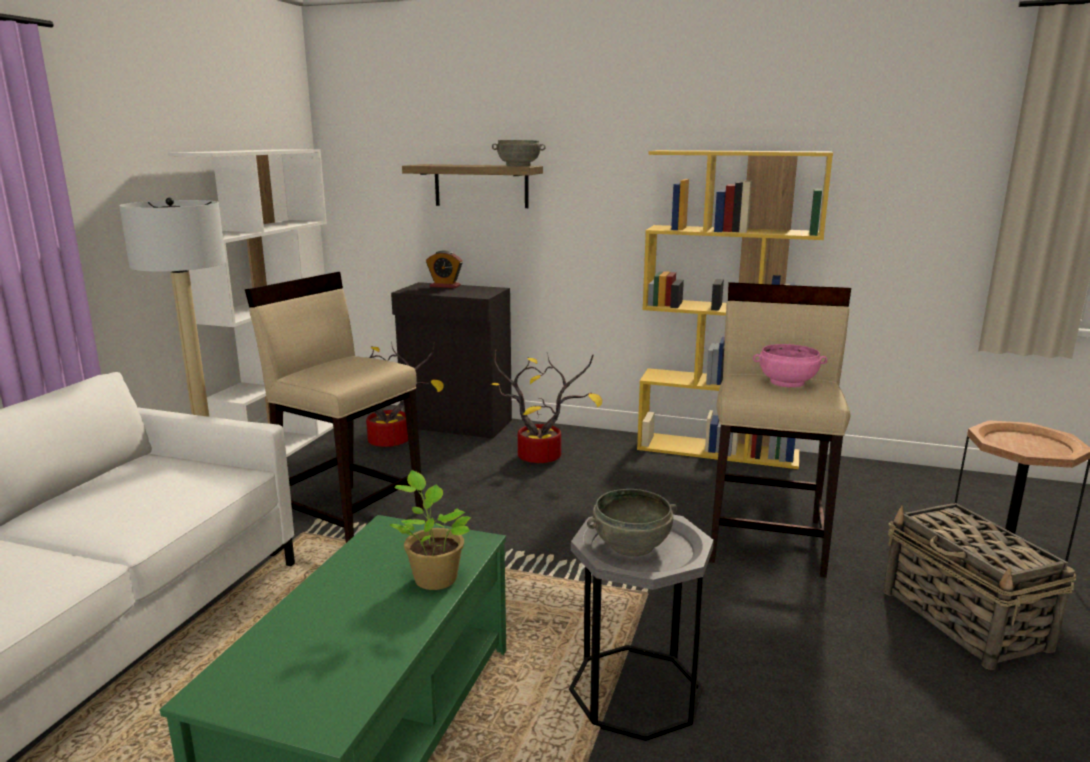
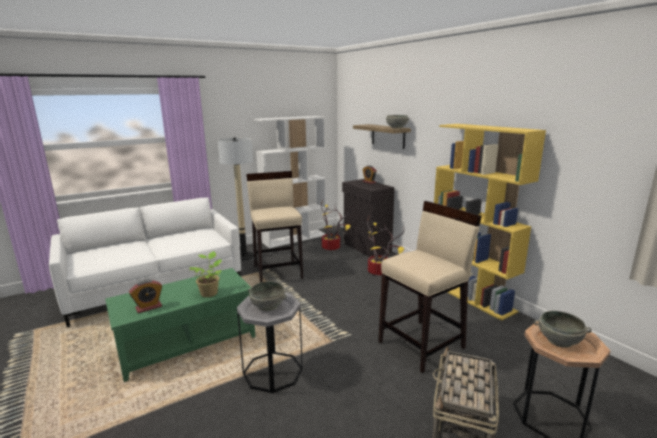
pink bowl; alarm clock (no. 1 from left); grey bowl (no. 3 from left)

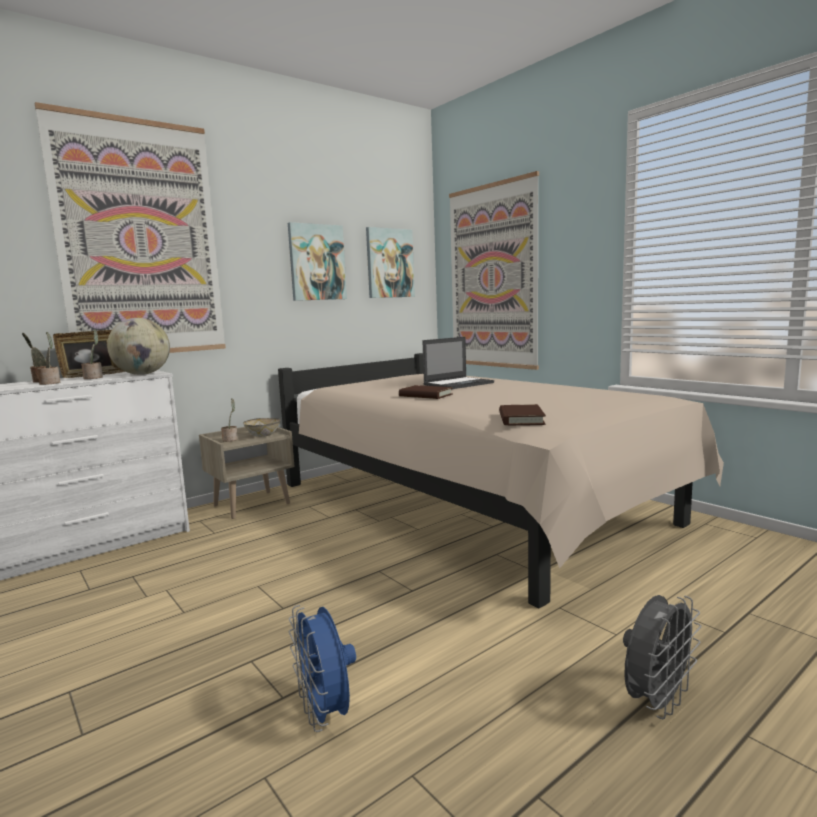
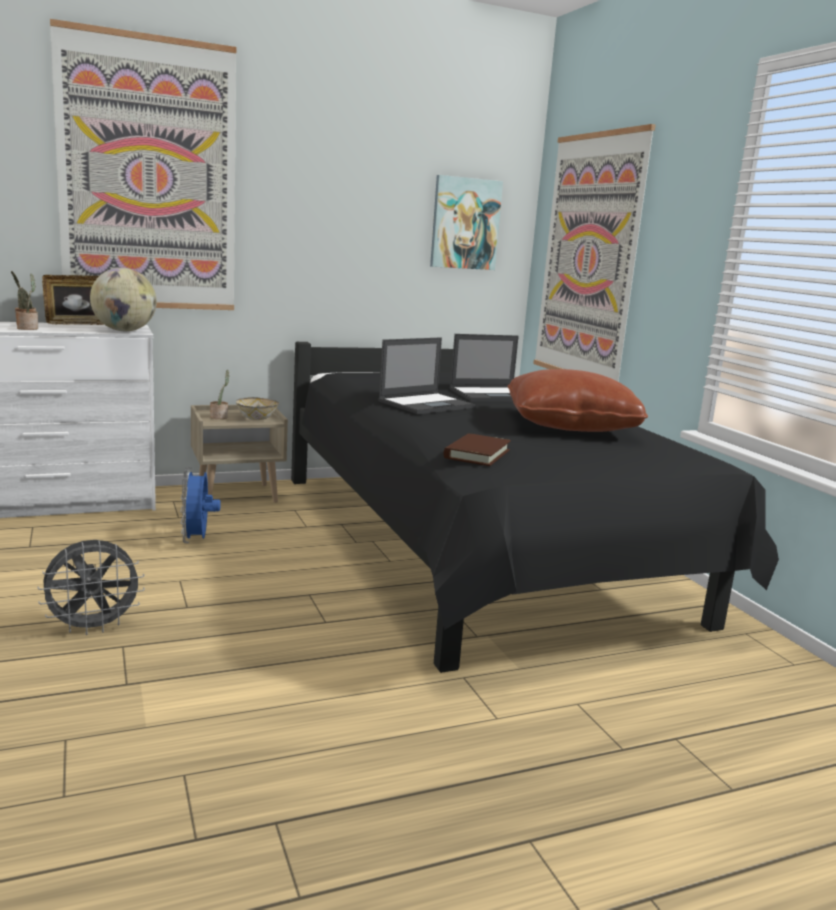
potted plant (no. 3 from left in the first image); picture (no. 2 from left in the first image); brown pillow; blue fan; grey fan; laptop (no. 1 from left); black bed

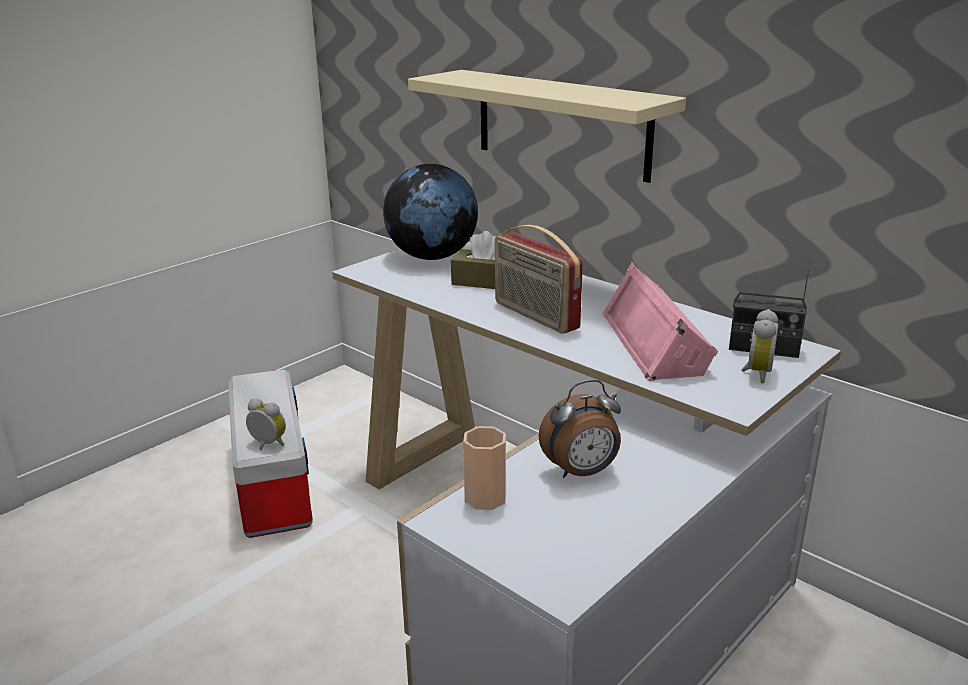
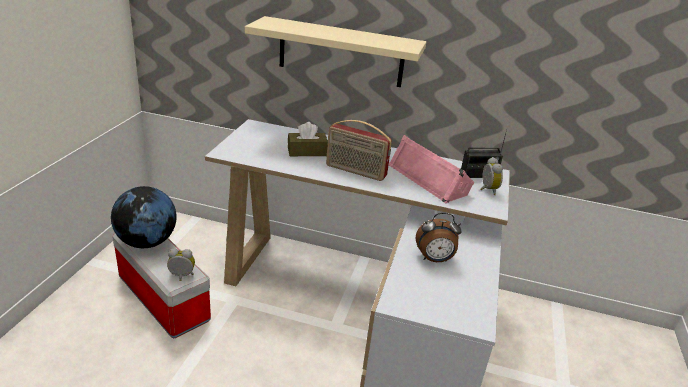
cup; globe; alarm clock (no. 2 from left)

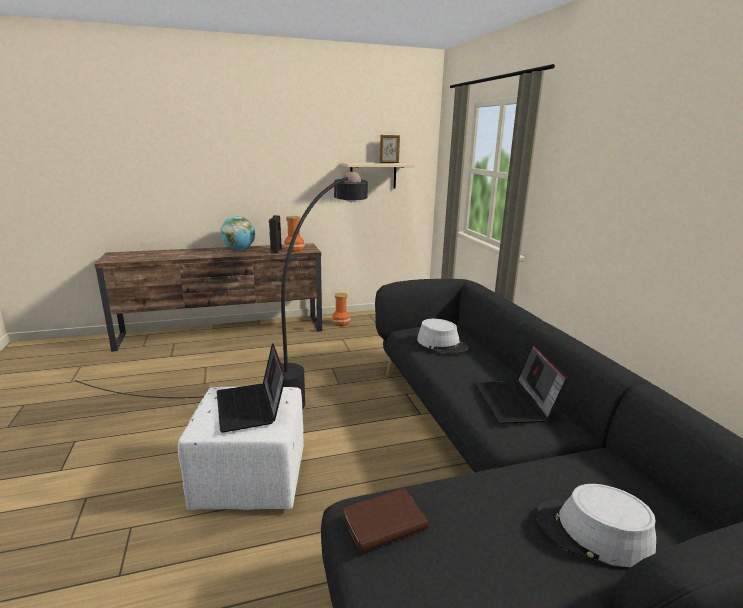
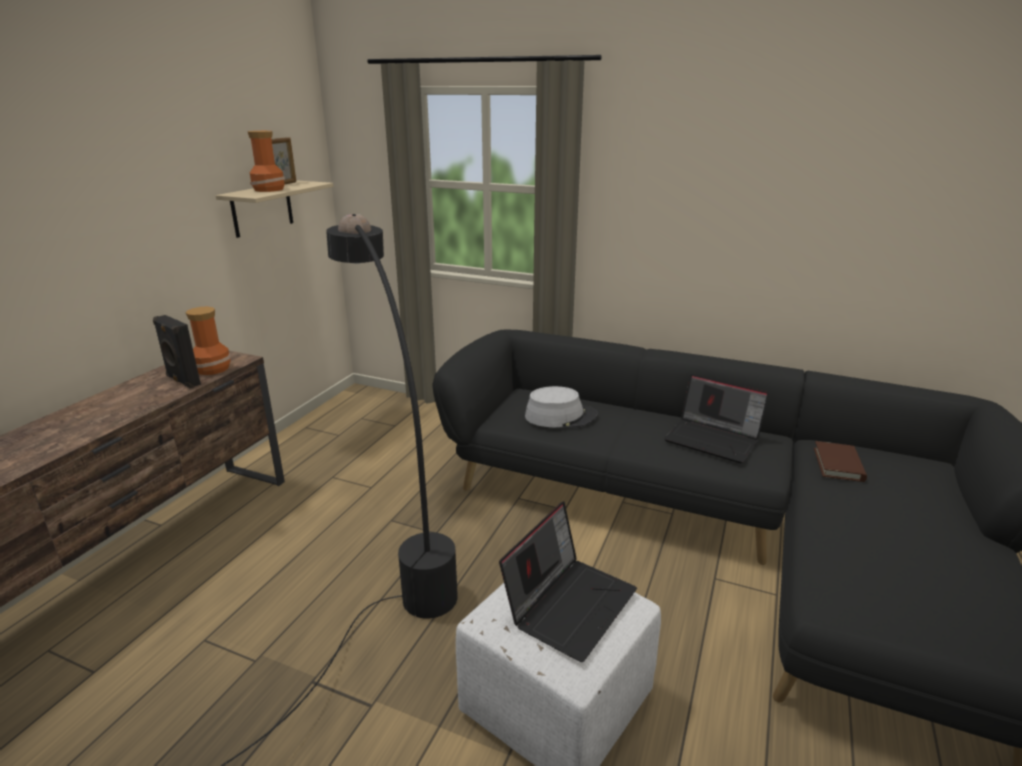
globe; grey hat (no. 2 from left in the first image); vase (no. 2 from left); brown book; laptop (no. 1 from left)

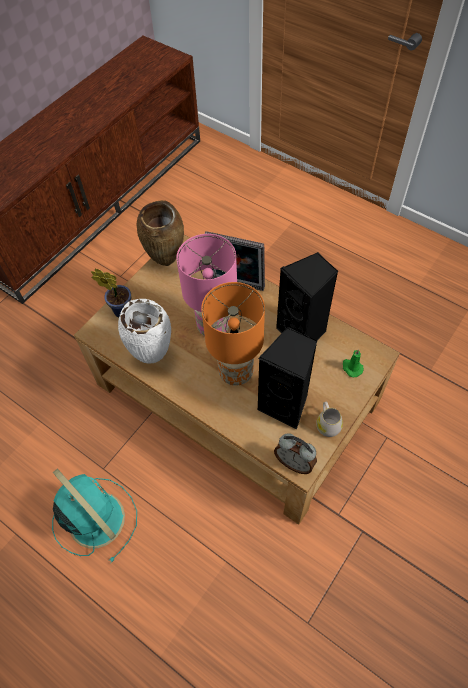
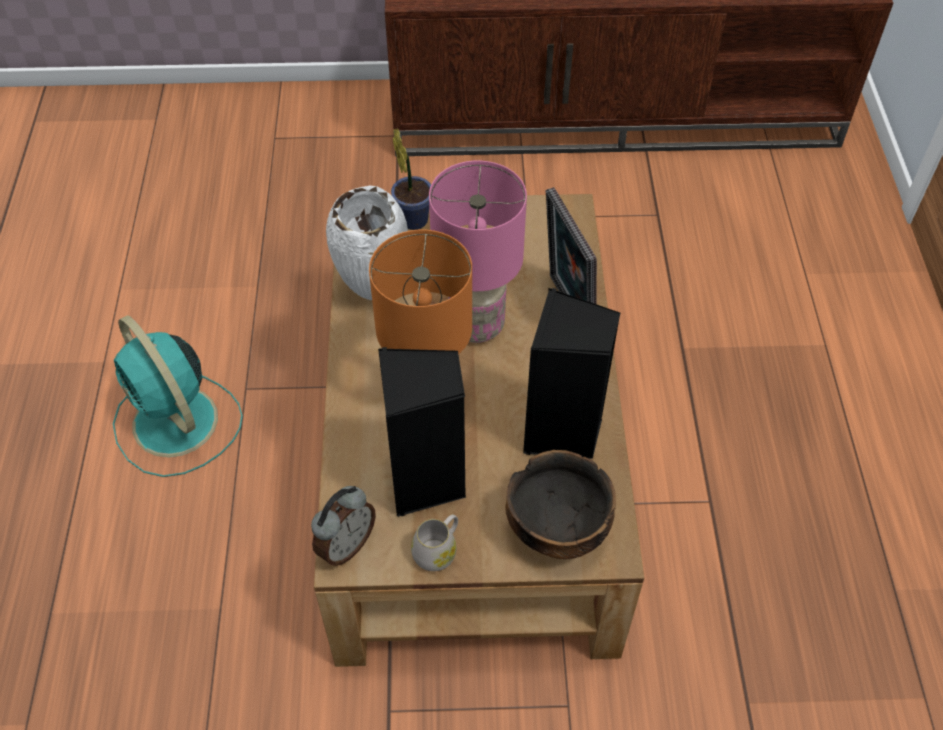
brown vase; bowl; turquoise fan; alarm clock

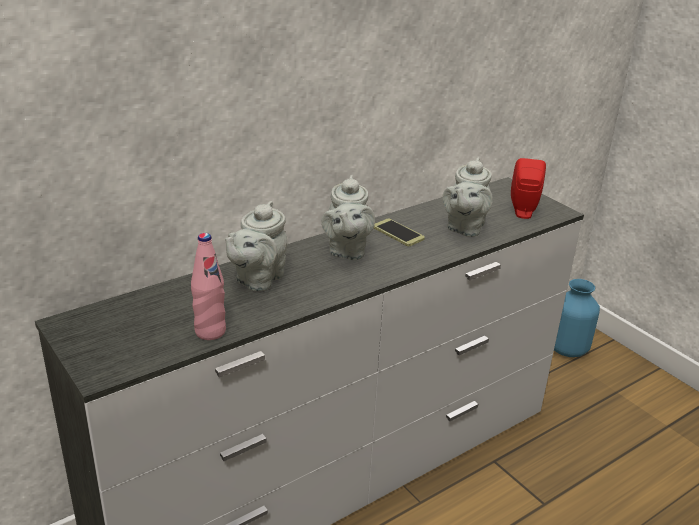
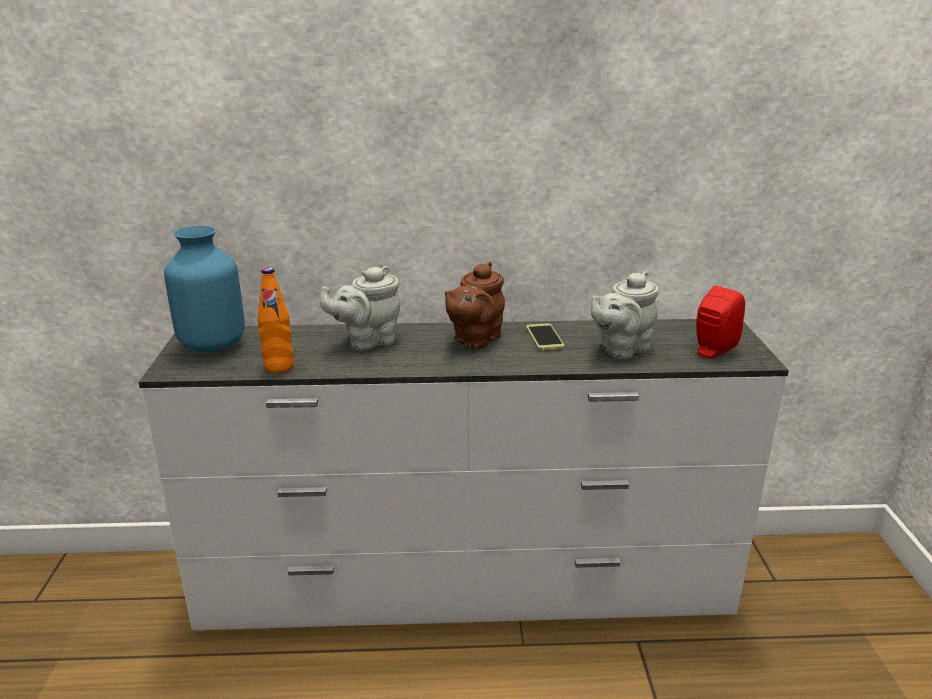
blue vase; orange bottle; brown teapot

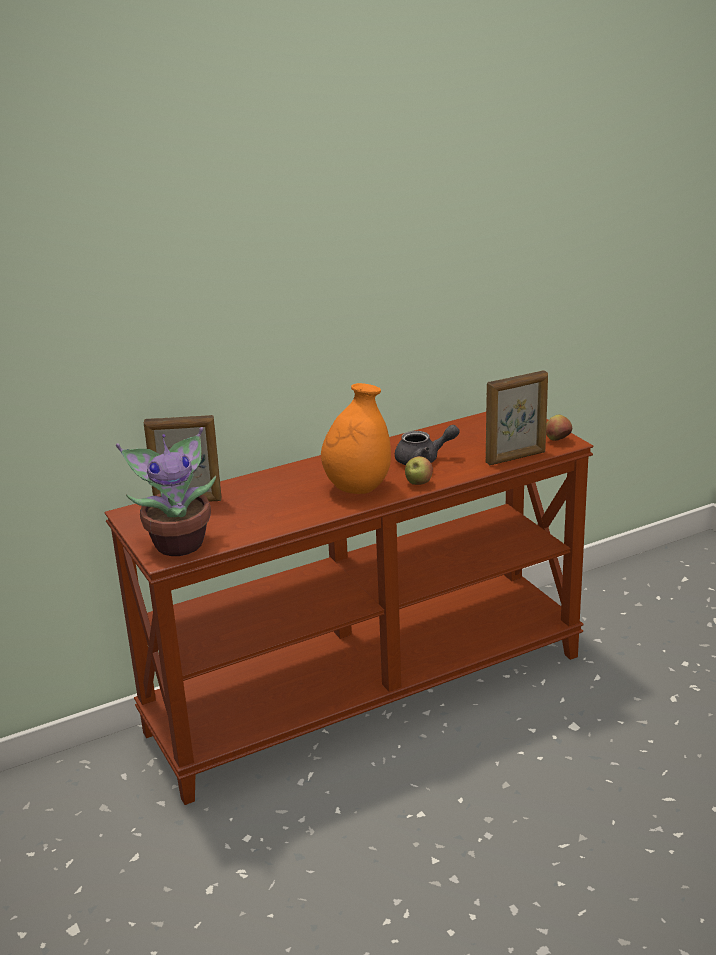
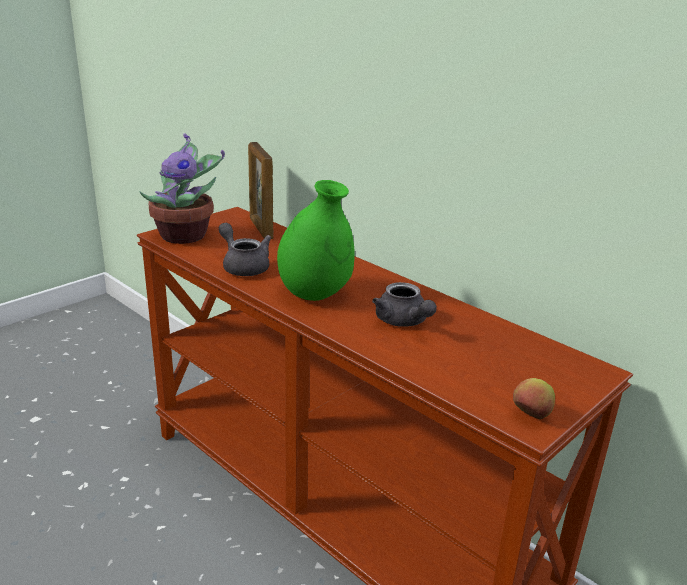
apple (no. 1 from left in the first image); picture frame (no. 2 from left in the first image); grey teapot (no. 1 from left); green vase

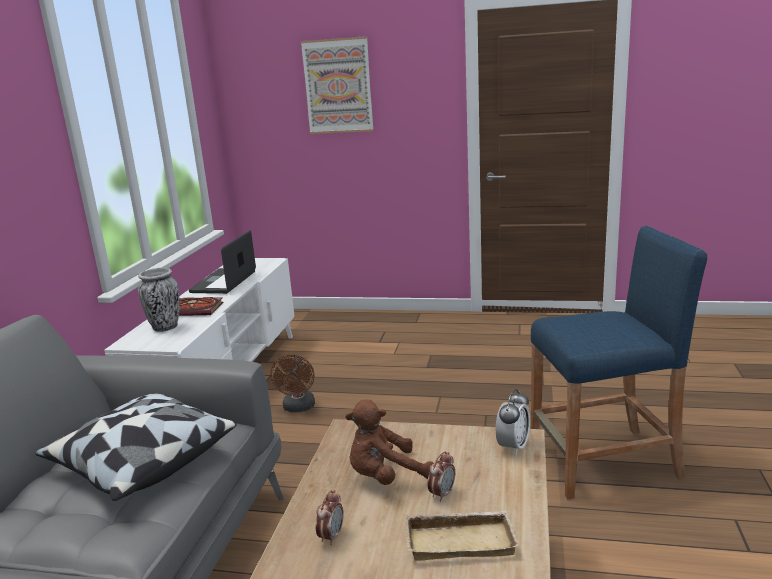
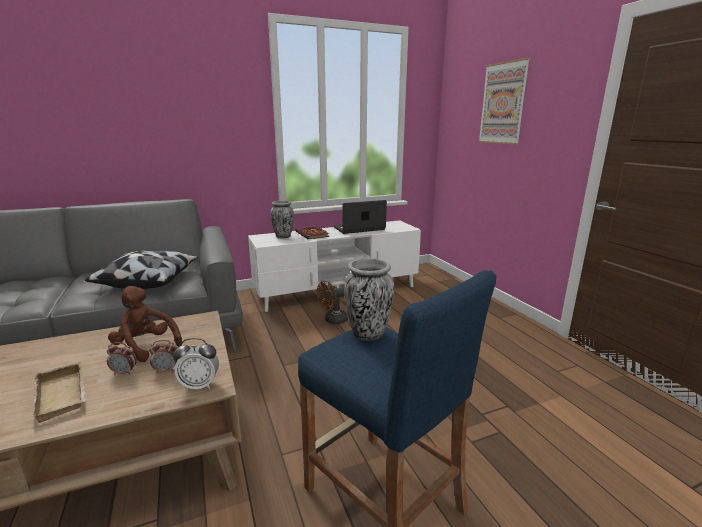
vase (no. 2 from left); alarm clock (no. 2 from left)

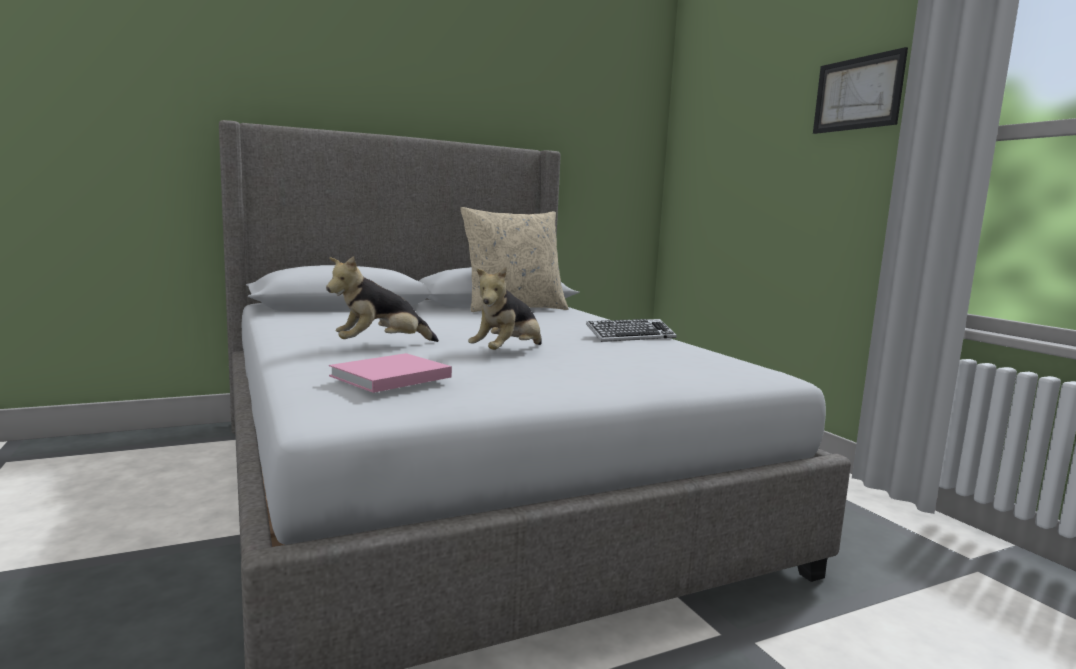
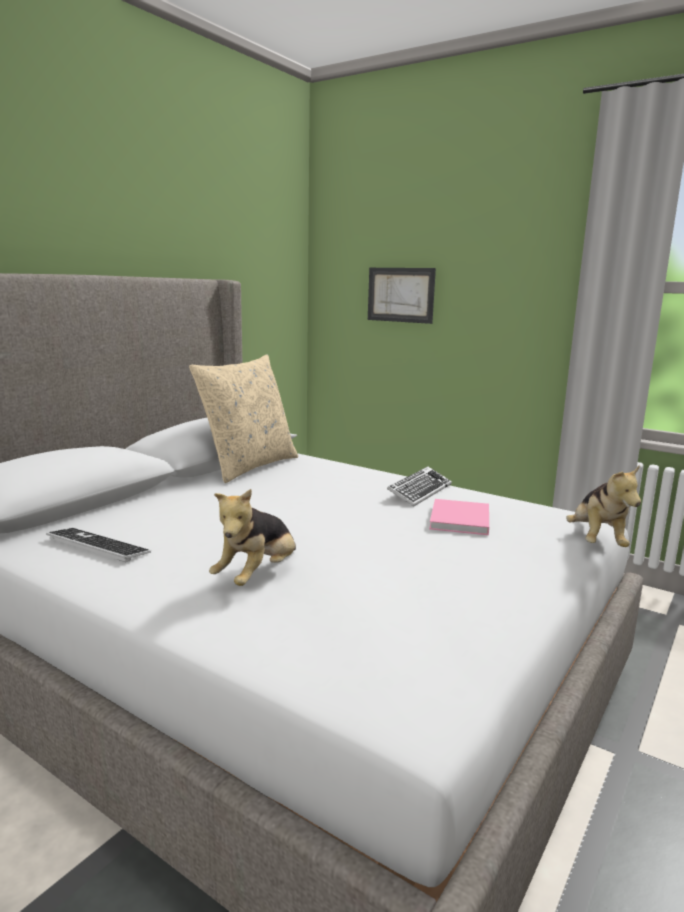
keyboard (no. 1 from left); pink book; plush toy (no. 2 from left); picture

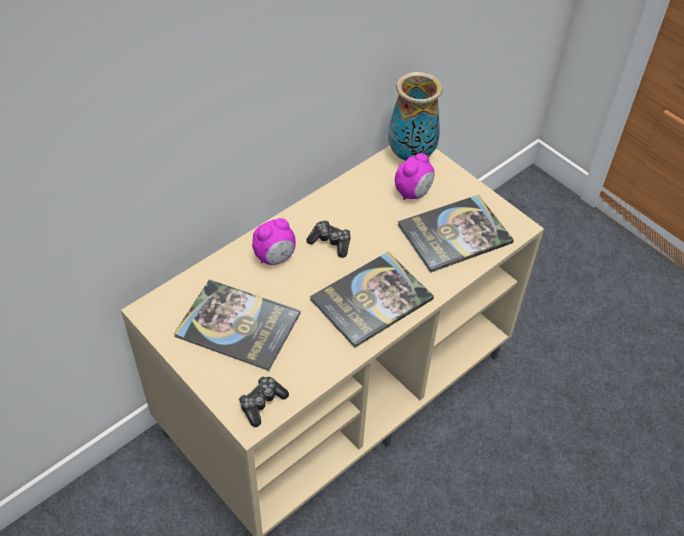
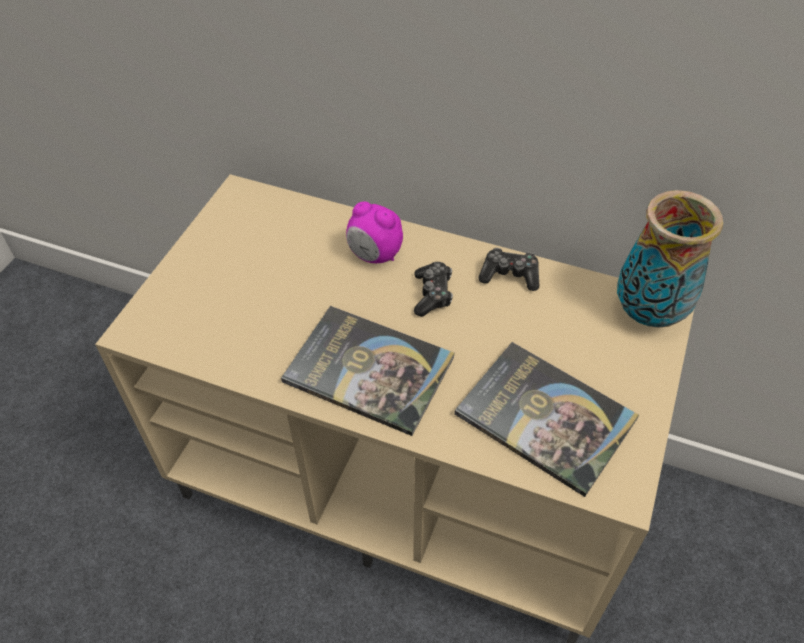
book (no. 1 from left in the first image); alarm clock (no. 2 from left in the first image); game controller (no. 2 from left)

